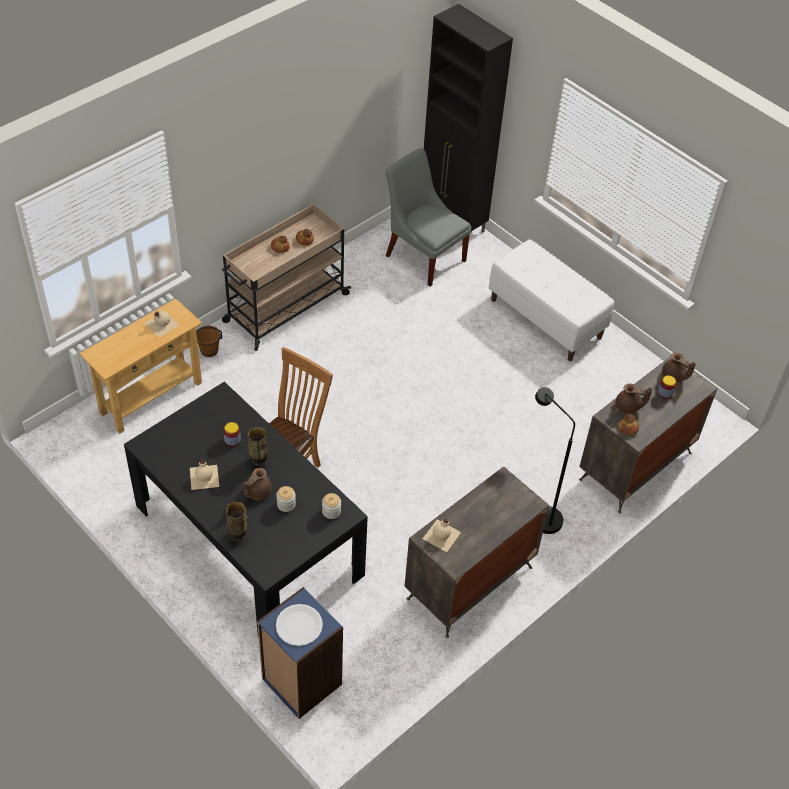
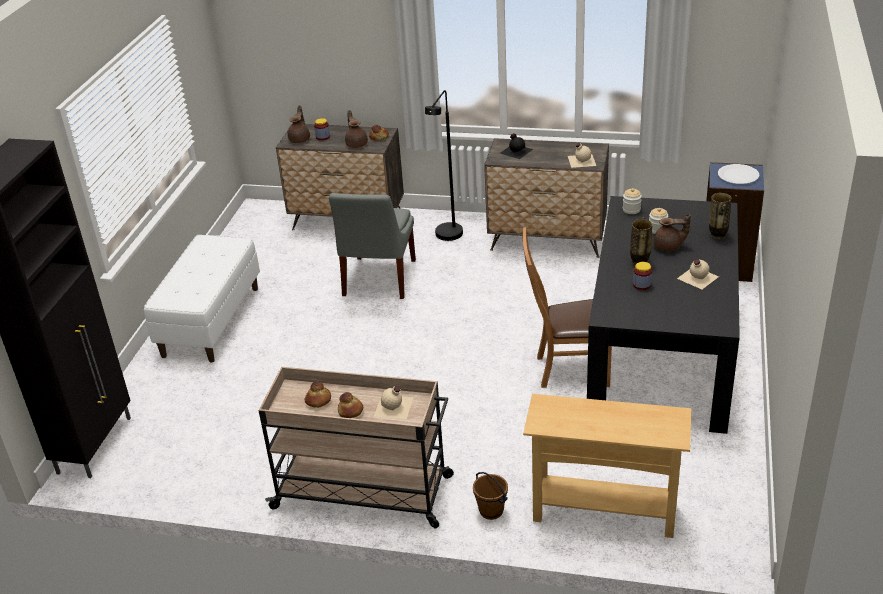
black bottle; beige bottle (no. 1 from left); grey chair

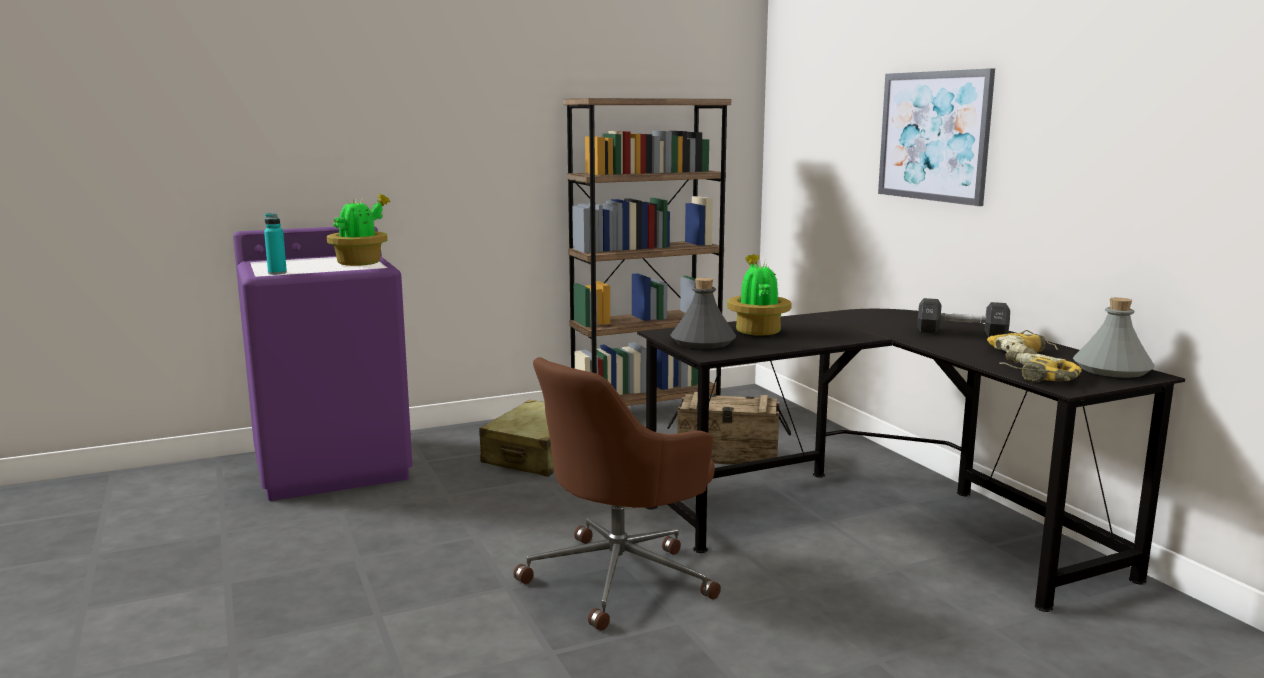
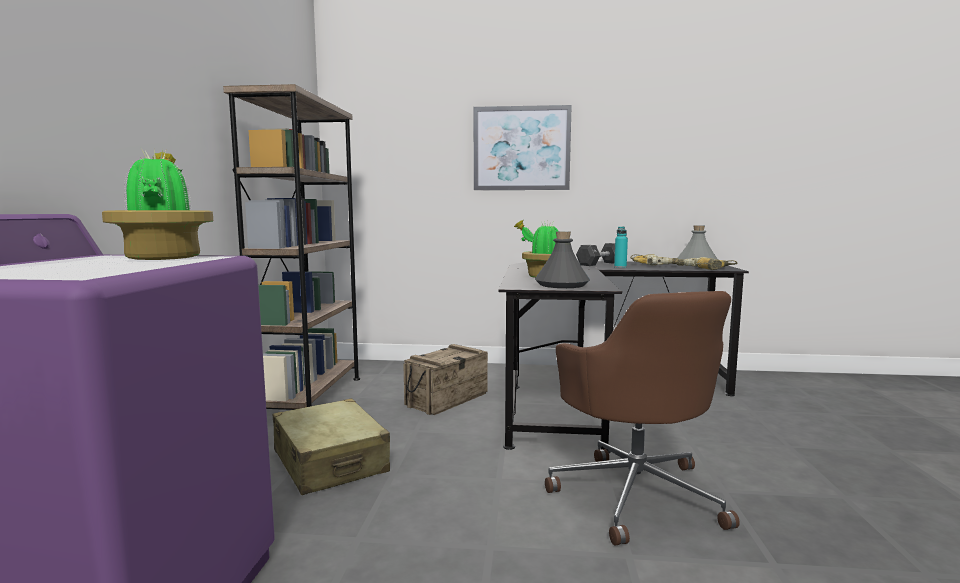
turquoise bottle

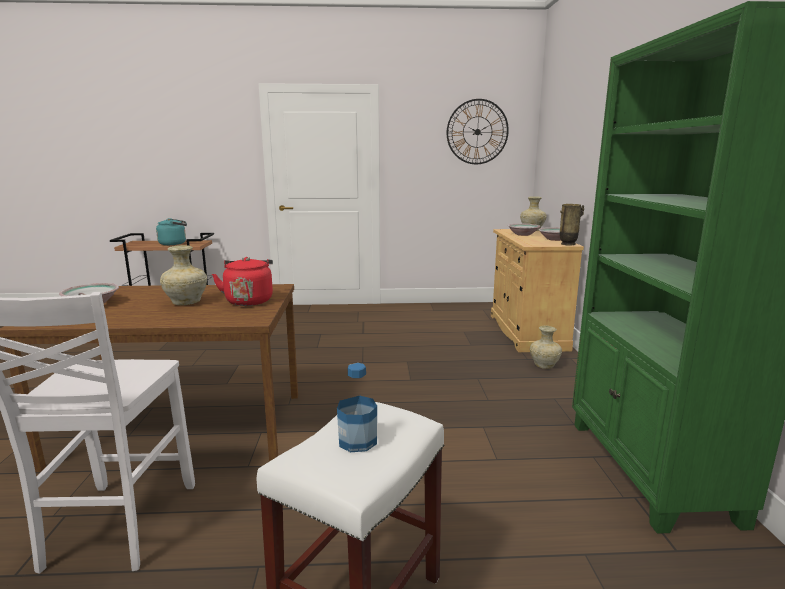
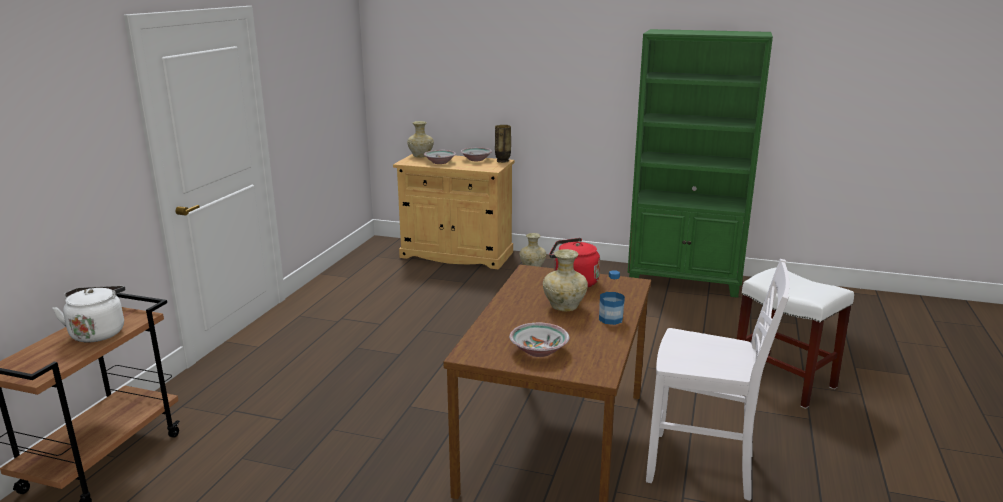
wall clock; bottle; white kettle

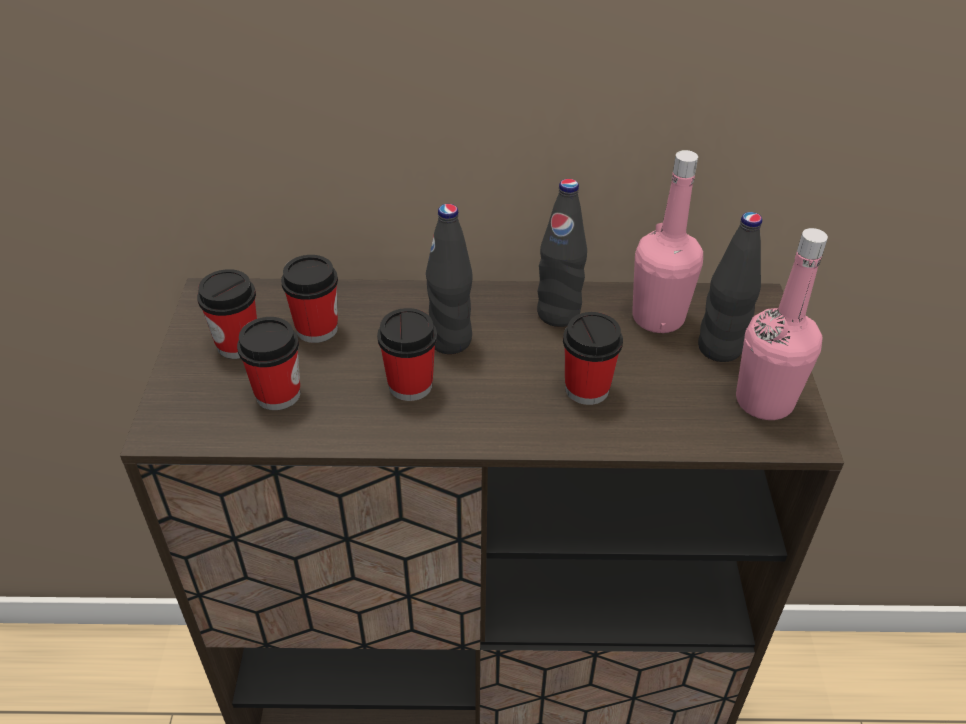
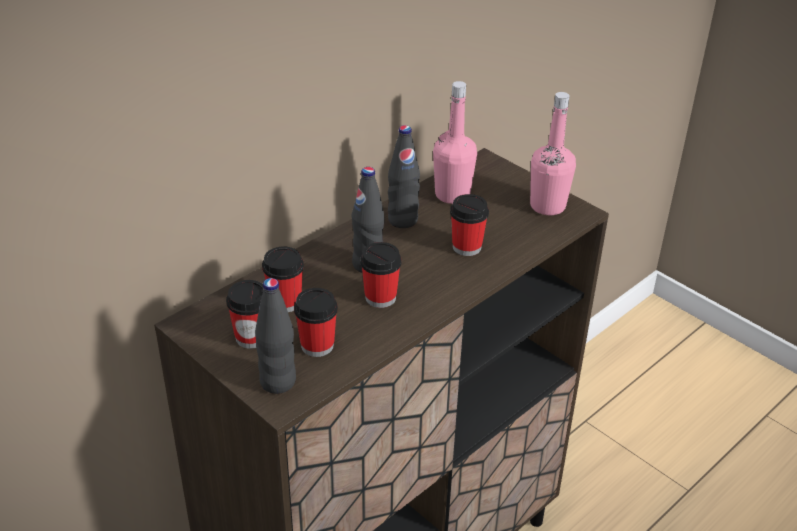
black bottle (no. 1 from left)

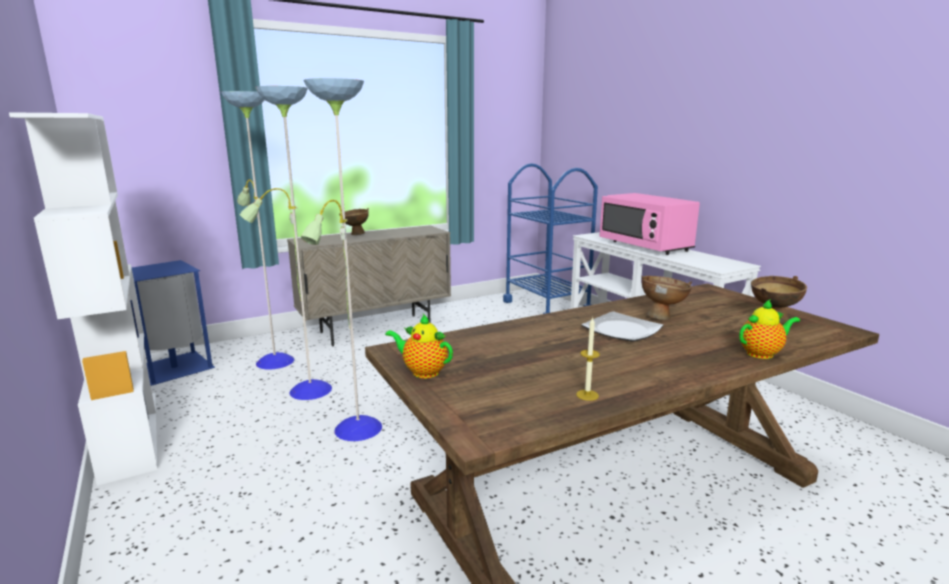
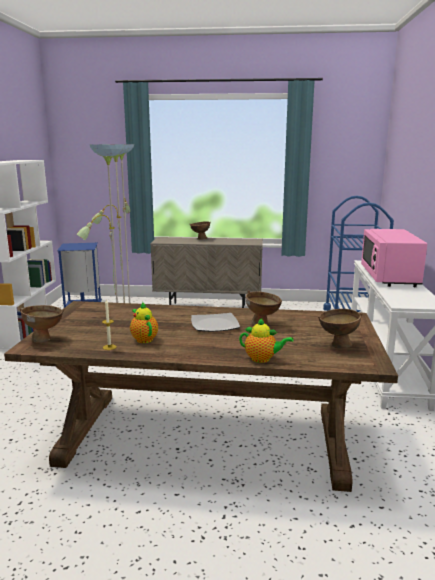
brown bowl (no. 1 from left); teapot (no. 1 from left)

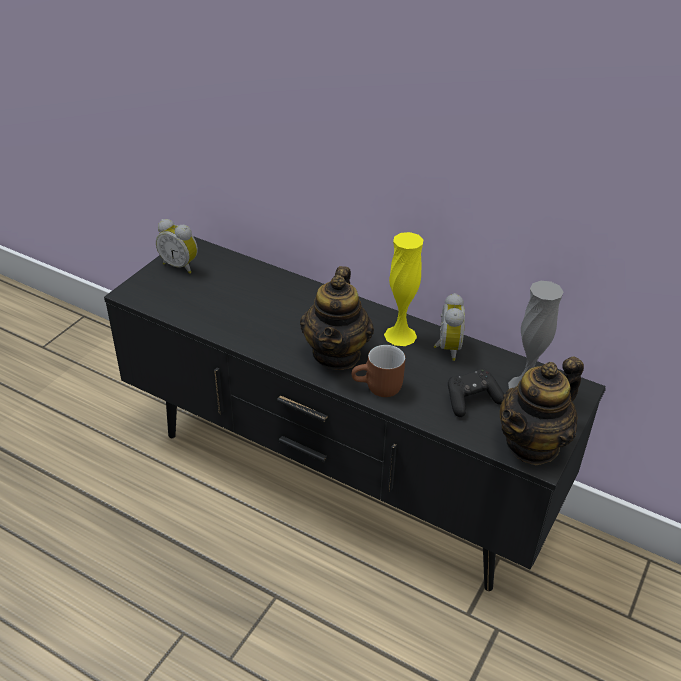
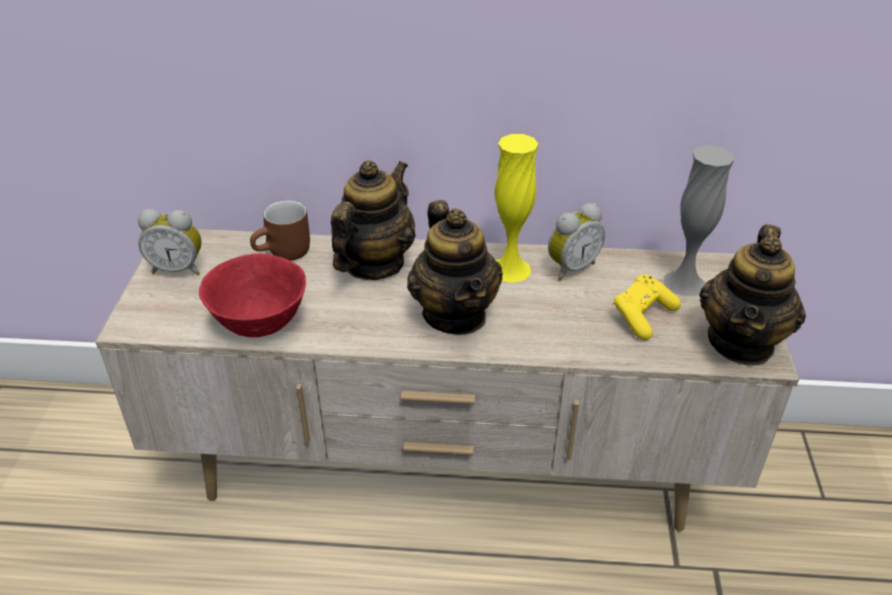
red bowl; teapot (no. 1 from left); brown mug; beige tv stand; yellow game controller; alarm clock (no. 2 from left)

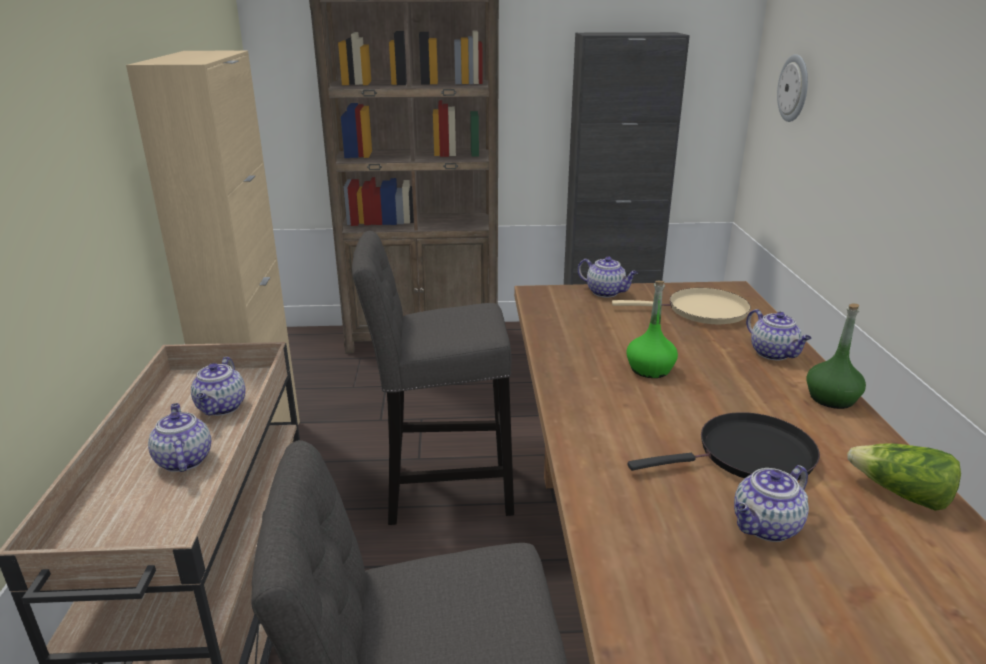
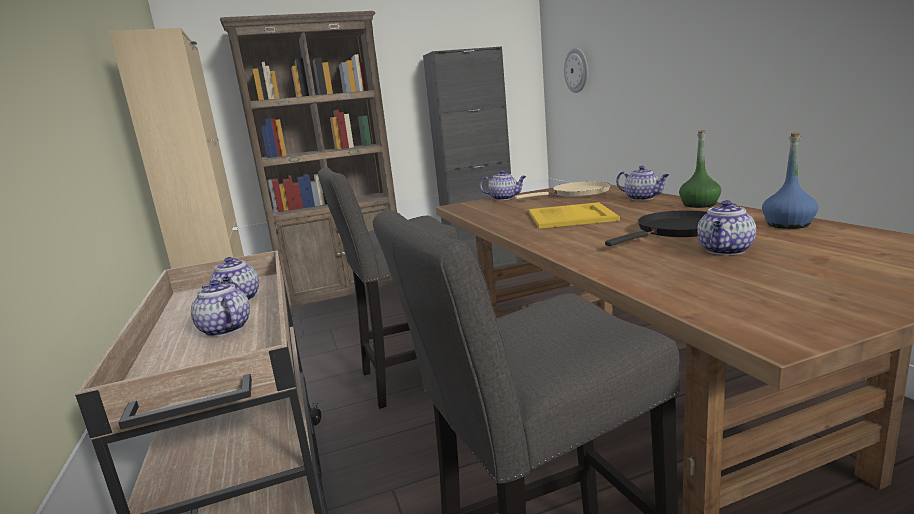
yellow tray; blue bottle

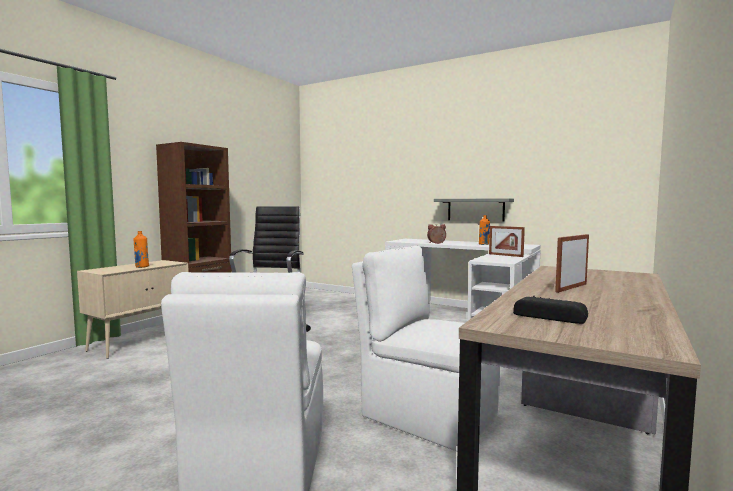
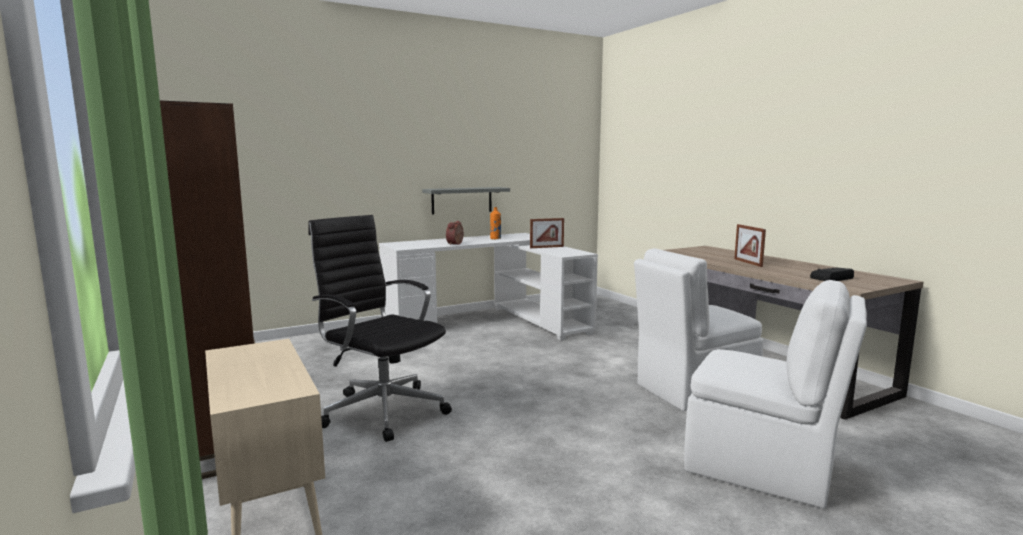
orange bottle (no. 1 from left in the first image)

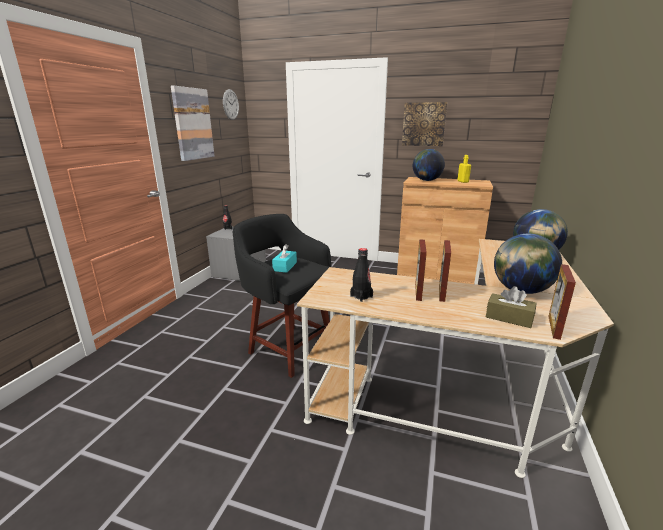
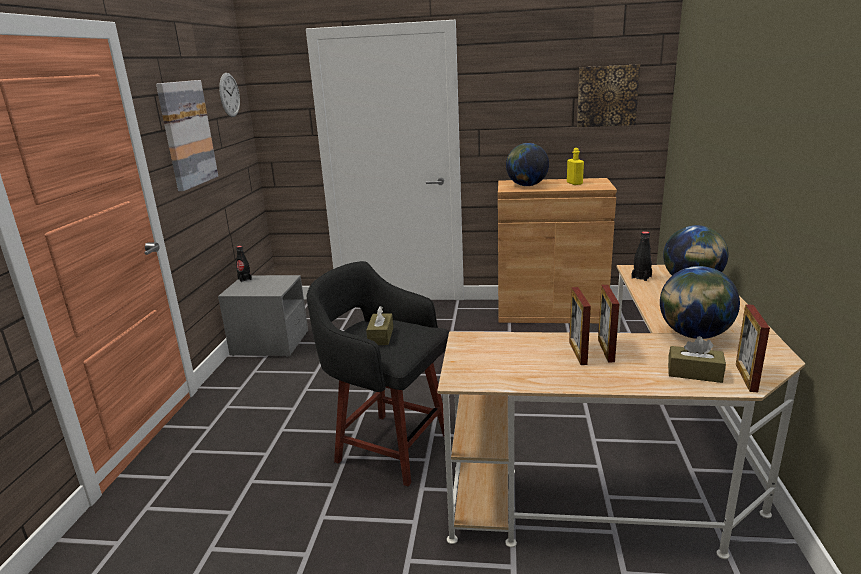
black bottle (no. 2 from left); picture (no. 2 from left); brown tissue box (no. 1 from left)

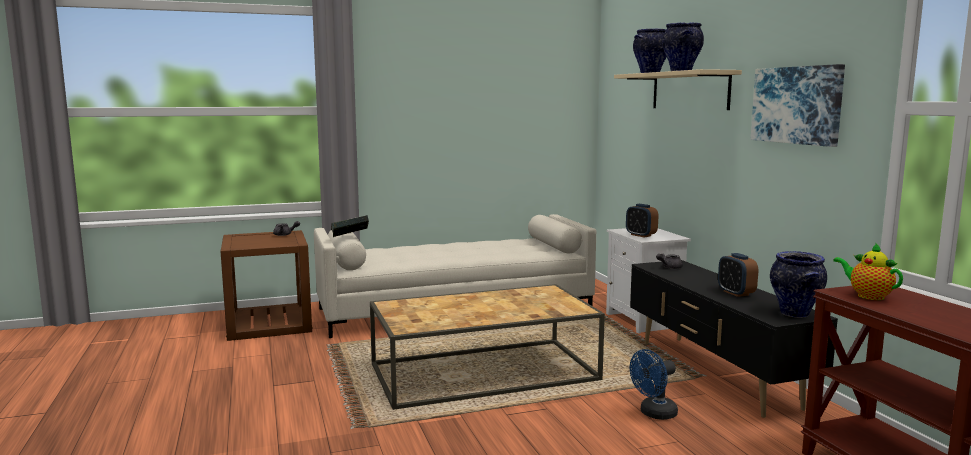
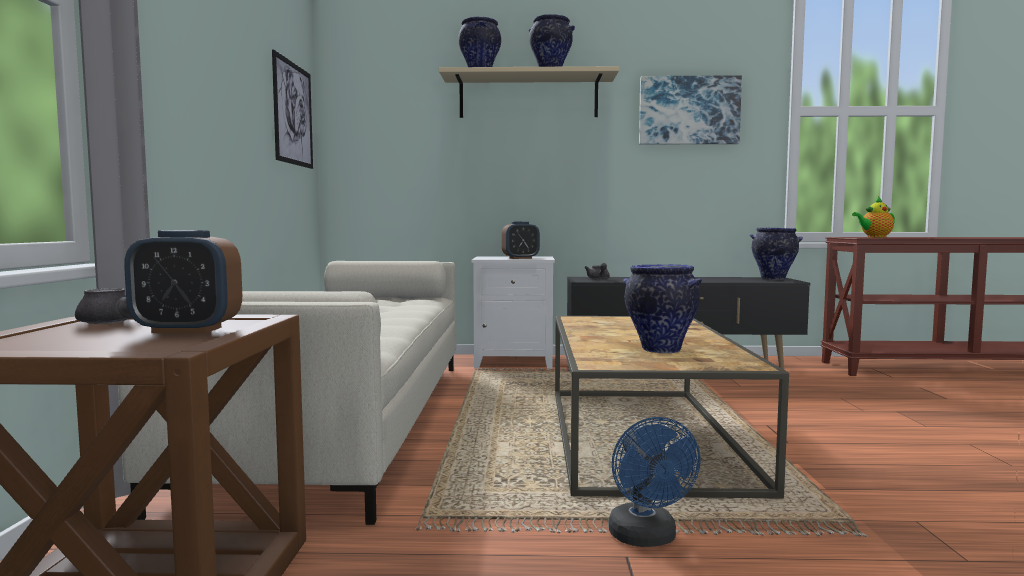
book; picture (no. 1 from left); vase (no. 3 from left); blue fan; alarm clock (no. 1 from left)

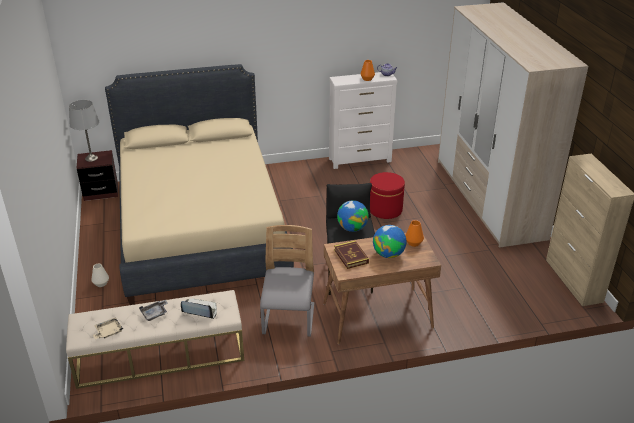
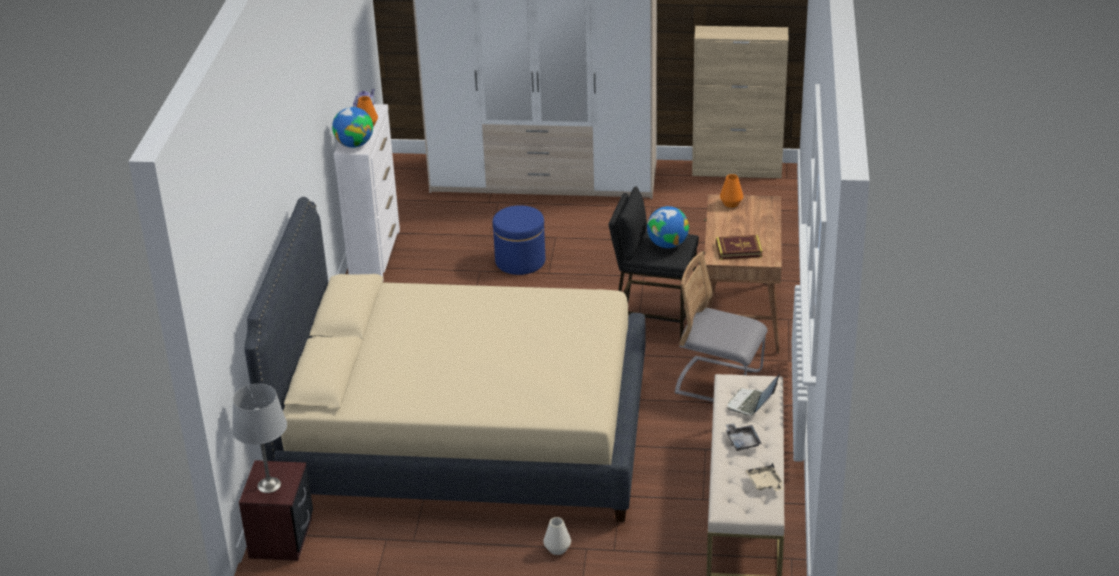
globe (no. 1 from left); blue ottoman

